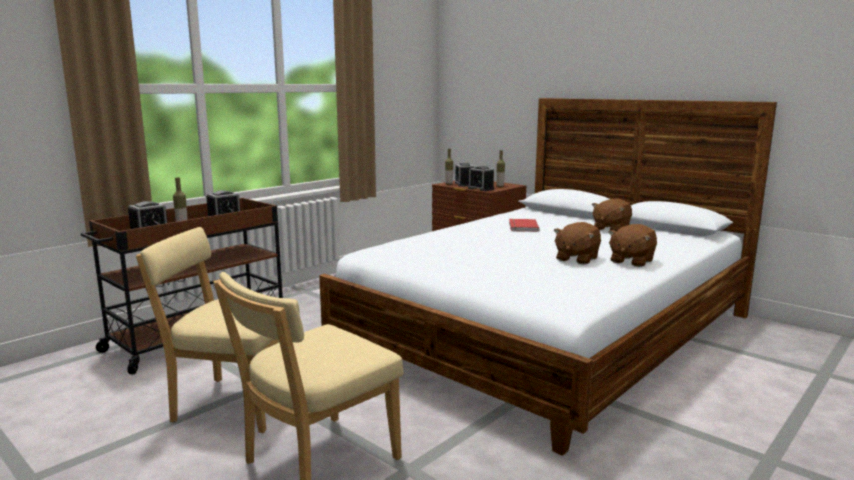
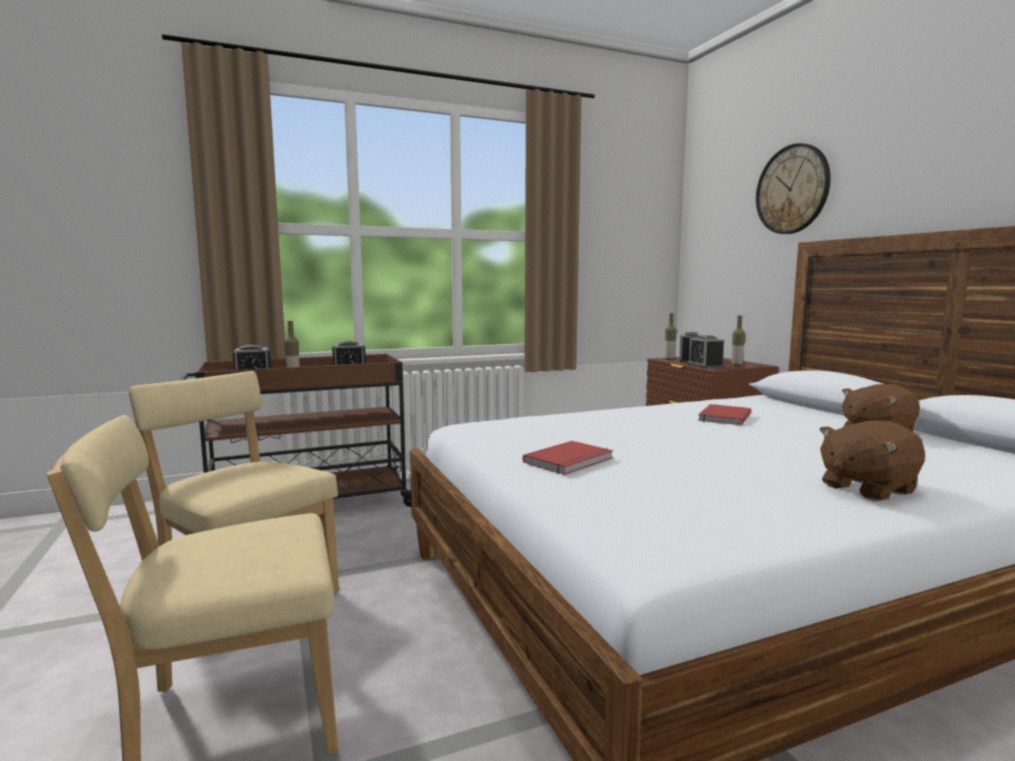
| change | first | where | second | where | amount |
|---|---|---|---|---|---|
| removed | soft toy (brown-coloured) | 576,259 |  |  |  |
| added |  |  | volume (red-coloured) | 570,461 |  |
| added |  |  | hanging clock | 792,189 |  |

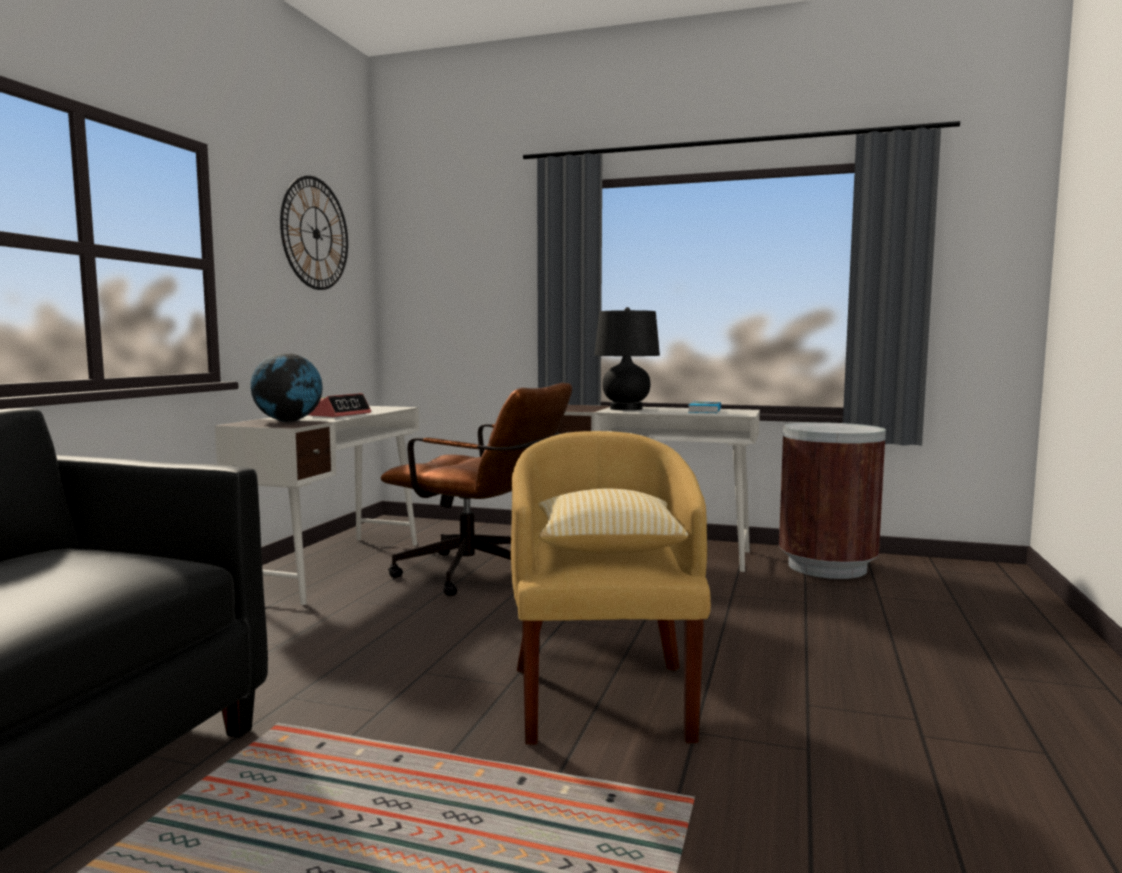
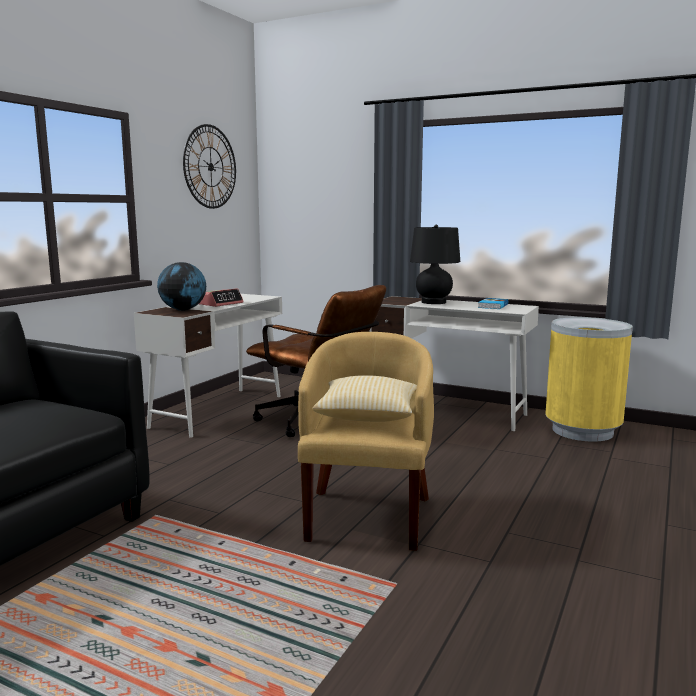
| change | first | where | second | where | amount |
|---|---|---|---|---|---|
| recoloured | rubbish bin (brown-coloured) | 827,567 | rubbish bin (yellow-coloured) | 582,431 |  |

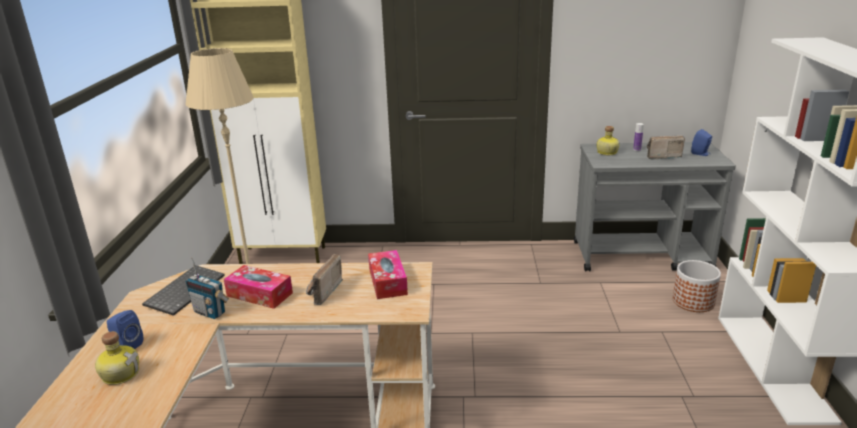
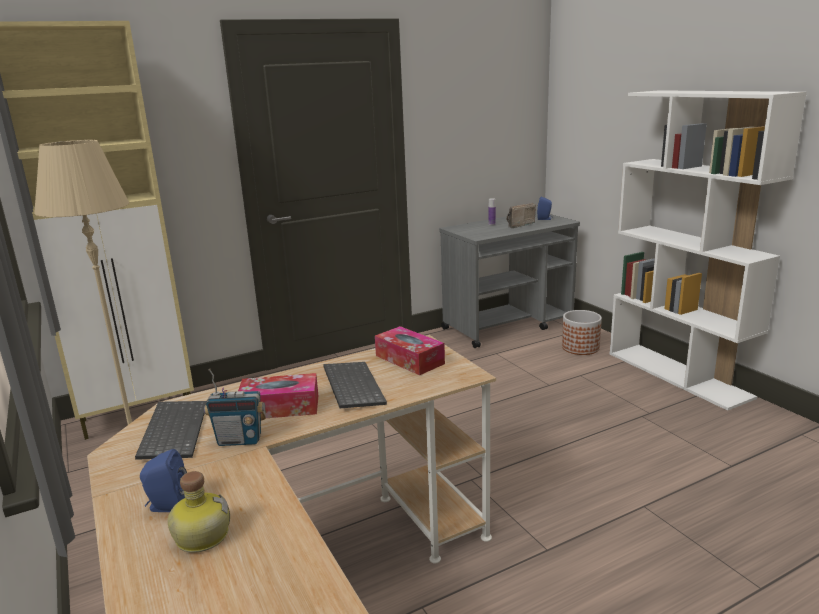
| change | first | where | second | where | amount |
|---|---|---|---|---|---|
| removed | beverage bottle | 606,152 |  |  |  |
| replaced | radio | 321,292 | computer keyboard | 351,386 |  |

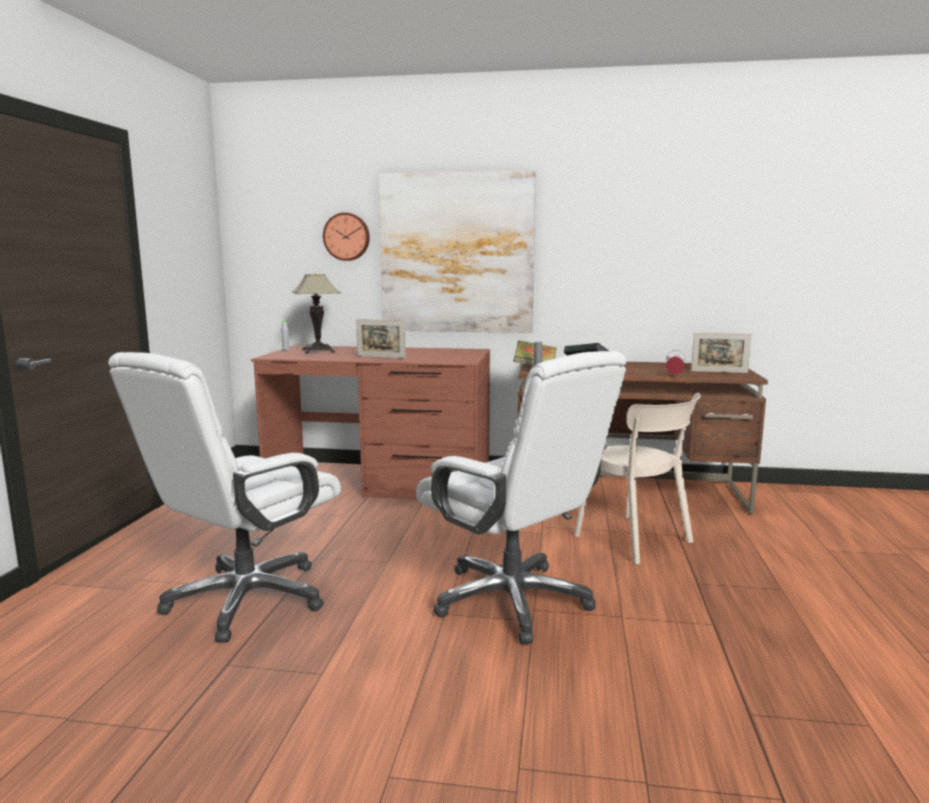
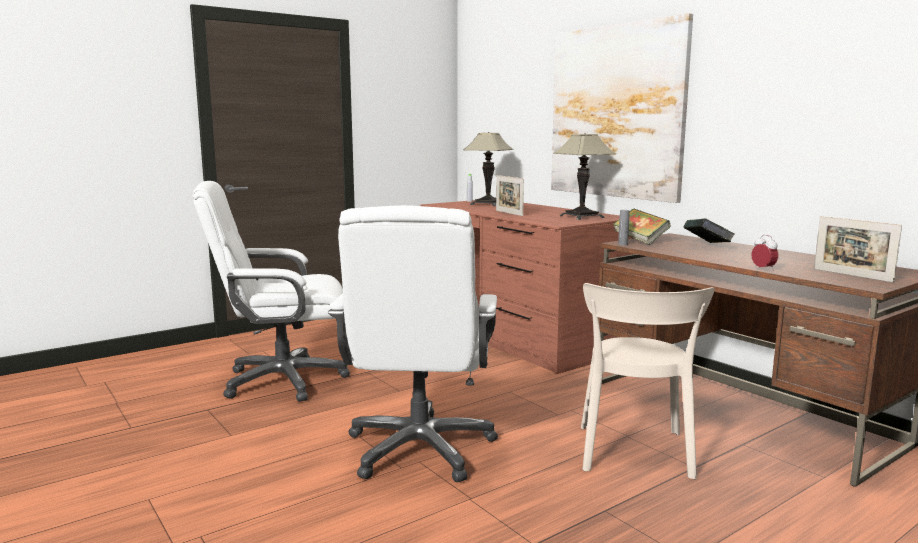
| change | first | where | second | where | amount |
|---|---|---|---|---|---|
| removed | hanging clock | 347,236 |  |  |  |
| added |  |  | table lamp | 581,216 |  |

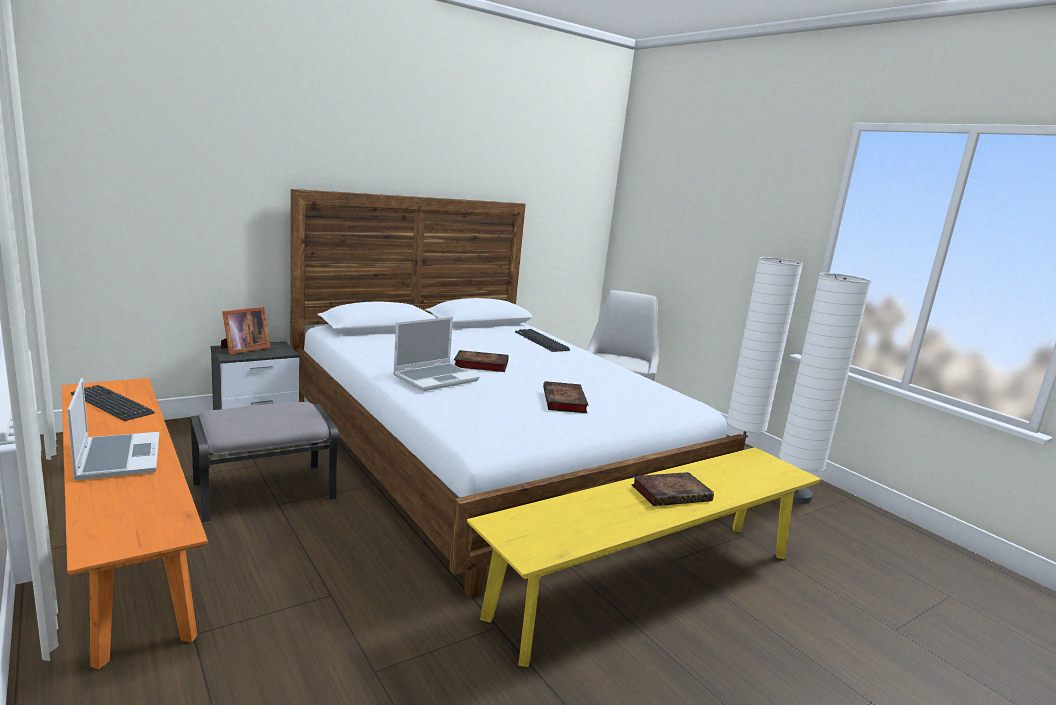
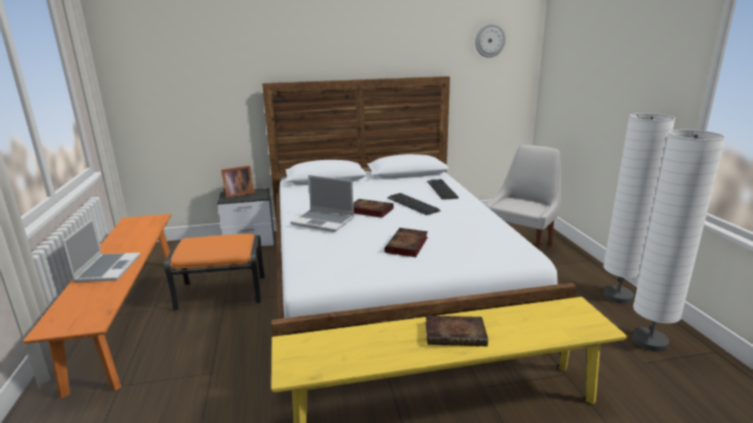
| change | first | where | second | where | amount |
|---|---|---|---|---|---|
| added |  |  | hanging clock | 490,40 |  |
| moved | computer keyboard | 112,404 |  | 412,204 |  |
| recoloured | ottoman (grey) | 265,491 | ottoman (orange-coloured) | 222,292 |  |
| turned | portable computer | 436,378 |  | 324,221 | 45 degrees clockwise |

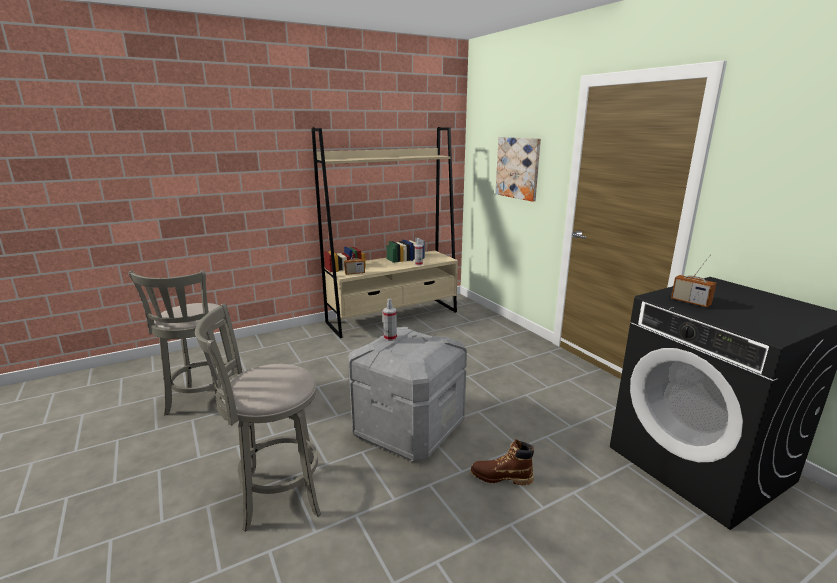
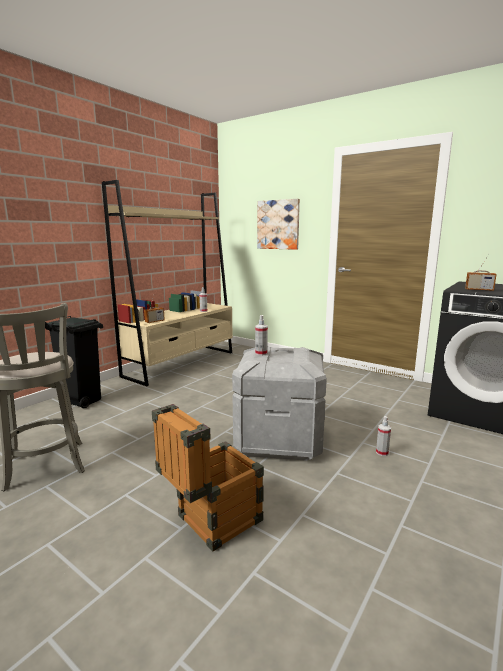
| change | first | where | second | where | amount |
|---|---|---|---|---|---|
| added |  |  | rubbish bin (black) | 81,401 |  |
| replaced | stool (grey) | 276,494 | packing crate | 210,522 |  |
| replaced | tall boot (brown-coloured) | 501,477 | spray bottle | 382,452 |  |

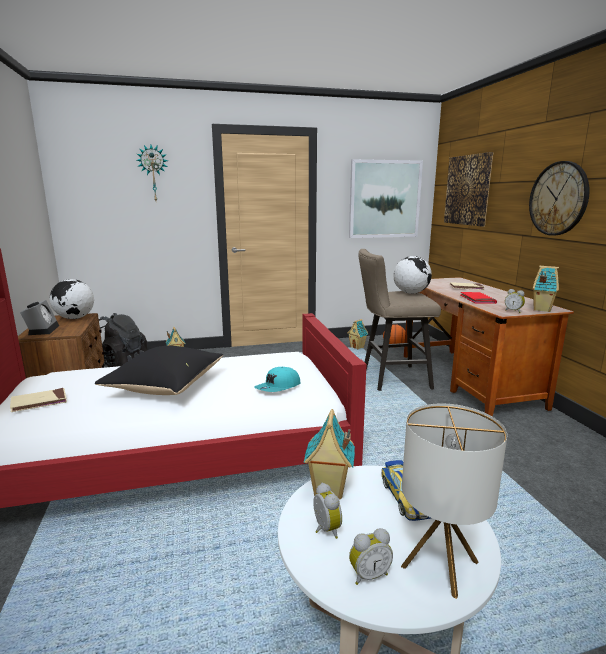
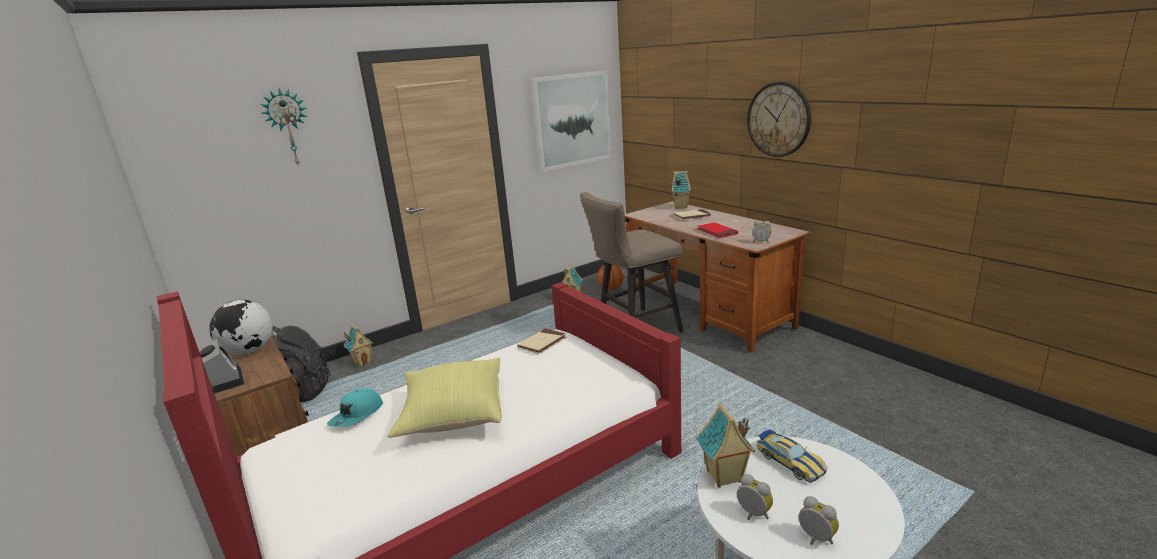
| change | first | where | second | where | amount |
|---|---|---|---|---|---|
| removed | globe | 411,293 |  |  |  |
| removed | table lamp | 439,563 |  |  |  |
| removed | wall picture | 468,190 |  |  |  |
| moved | volume (beige-coloured) | 39,402 |  | 542,343 |  |
| moved | baseball cap (blue-green) | 278,387 |  | 357,415 |  |
| moved | miniature house | 541,309 |  | 680,207 |  |
| recoloured | throw pillow (black) | 165,386 | throw pillow (yellow-coloured) | 453,414 |  |
| turned | table clock | 368,574 |  | 815,539 | 90 degrees counterclockwise |

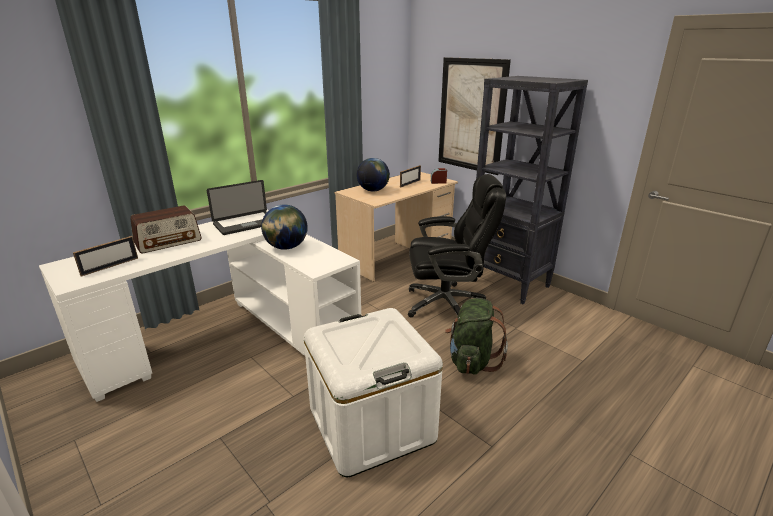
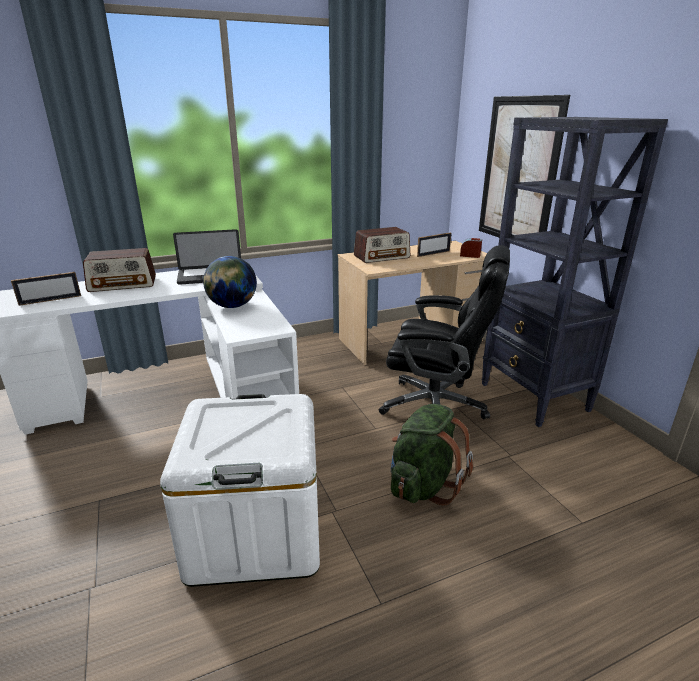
| change | first | where | second | where | amount |
|---|---|---|---|---|---|
| replaced | globe | 373,190 | radio | 382,257 |  |

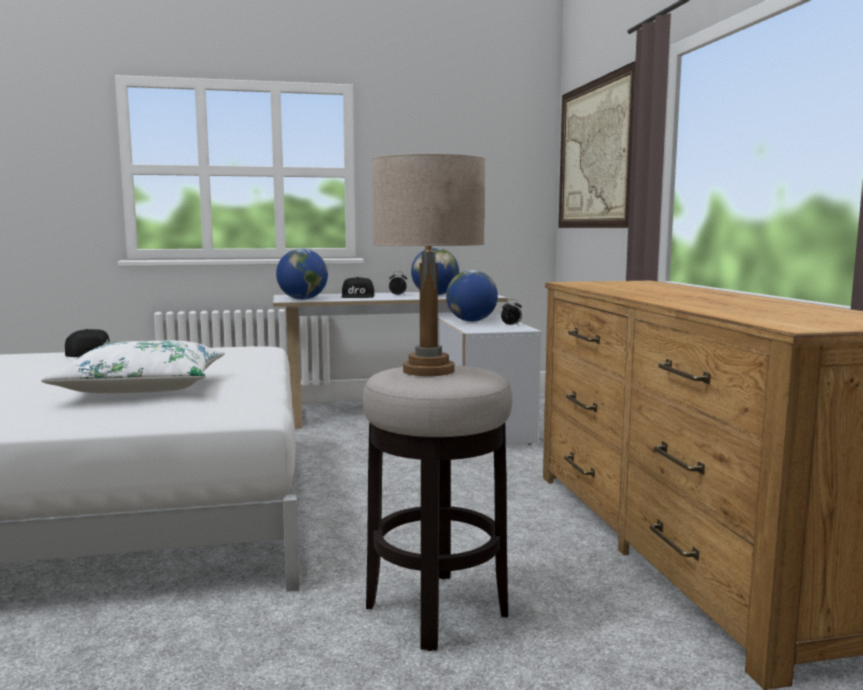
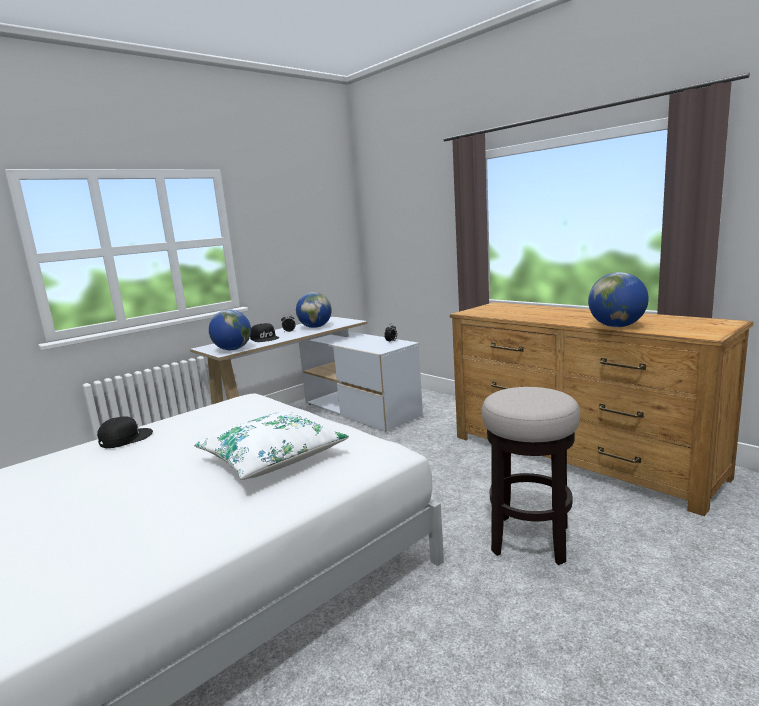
| change | first | where | second | where | amount |
|---|---|---|---|---|---|
| removed | table lamp (beige-coloured) | 428,371 |  |  |  |
| removed | wall picture | 595,155 |  |  |  |
| moved | globe | 471,321 |  | 616,326 |  |

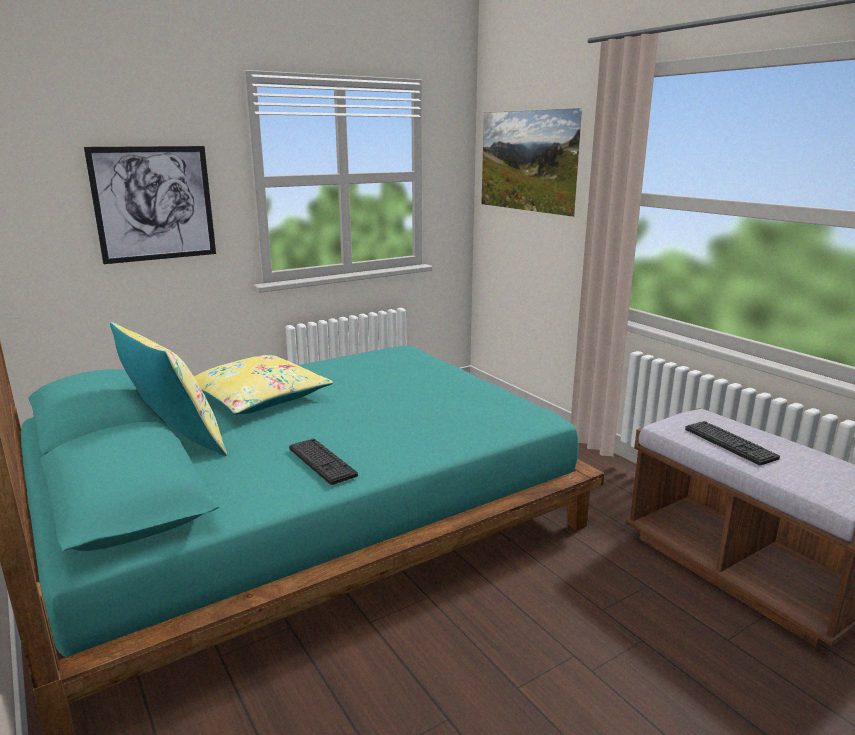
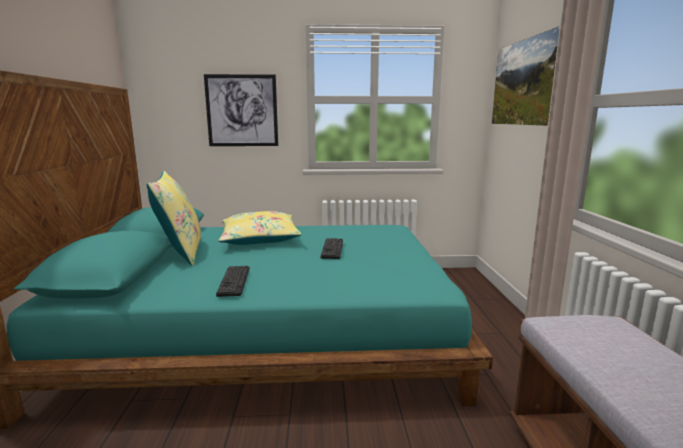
| change | first | where | second | where | amount |
|---|---|---|---|---|---|
| moved | computer keyboard | 730,443 |  | 332,249 |  |

